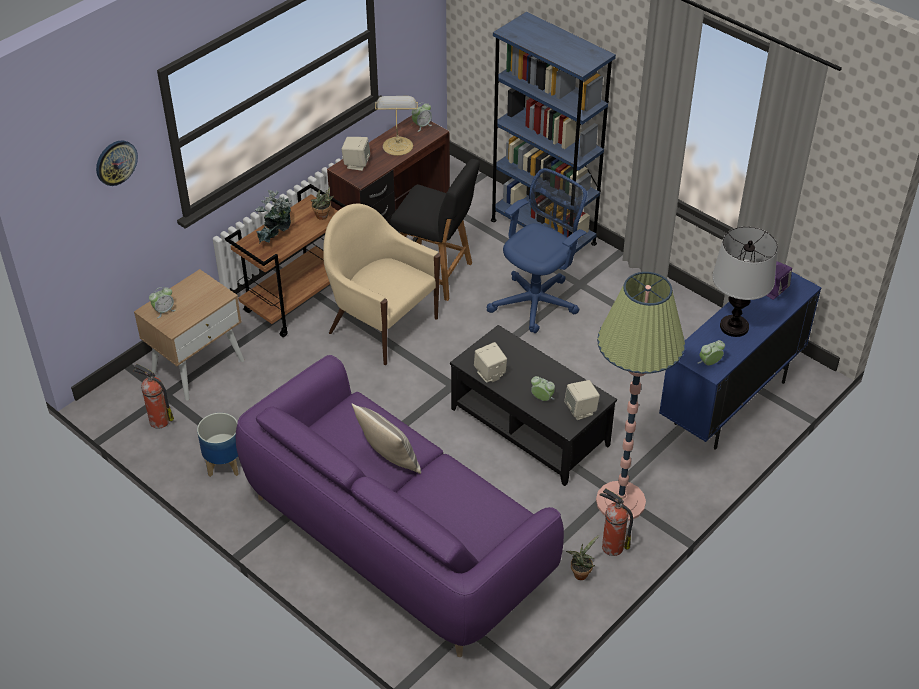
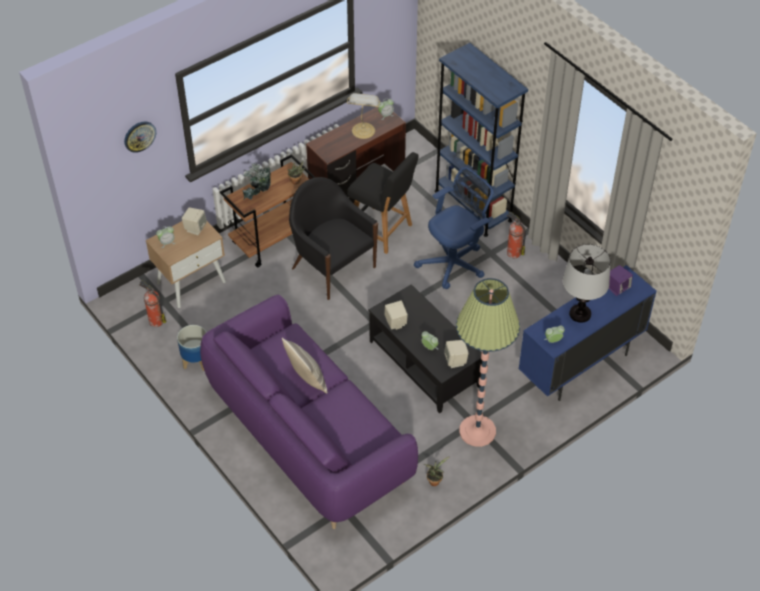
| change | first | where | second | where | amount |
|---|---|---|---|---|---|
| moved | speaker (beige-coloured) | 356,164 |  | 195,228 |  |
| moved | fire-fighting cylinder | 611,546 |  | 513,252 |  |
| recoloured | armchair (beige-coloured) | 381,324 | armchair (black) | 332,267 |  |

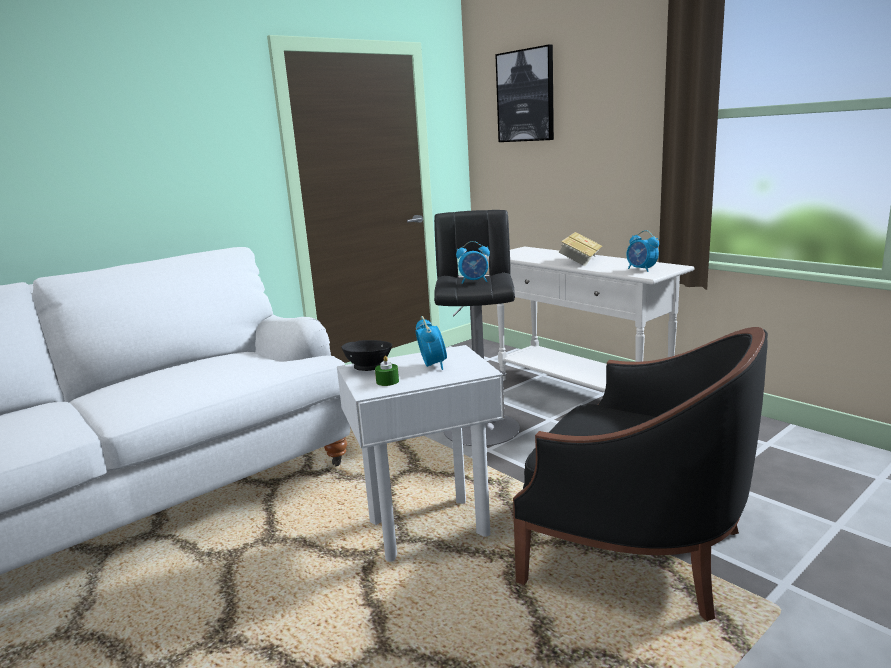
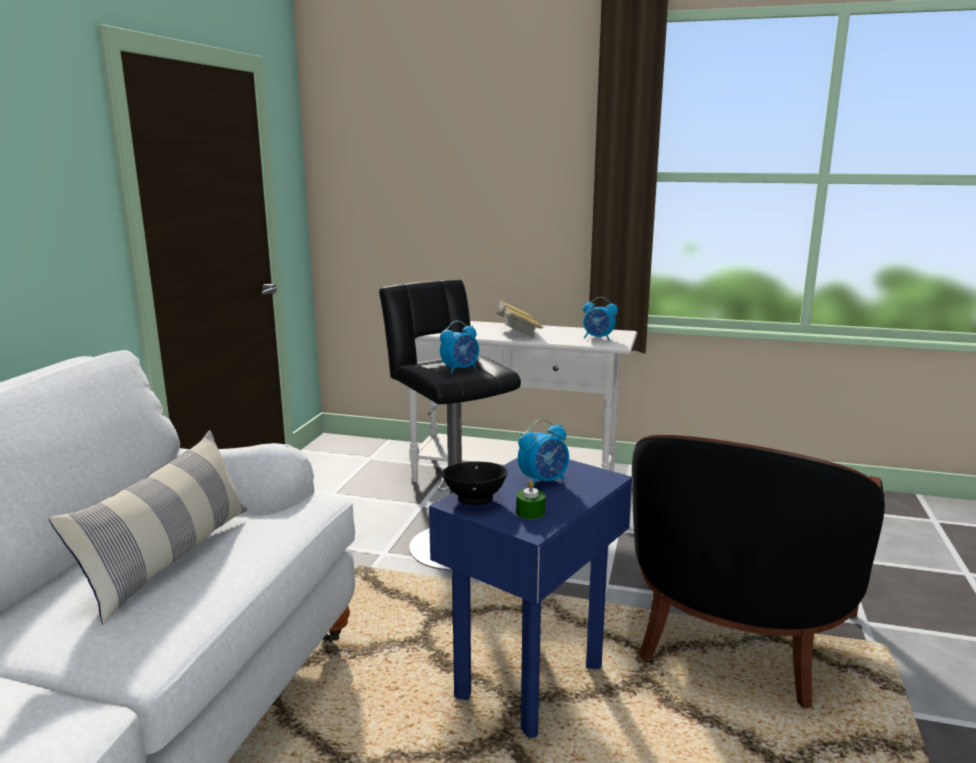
| change | first | where | second | where | amount |
|---|---|---|---|---|---|
| removed | wall picture | 526,96 |  |  |  |
| added |  |  | throw pillow | 171,558 |  |
| recoloured | side table (white) | 429,529 | side table (blue-coloured) | 531,682 |  |
| turned | table clock | 432,365 |  | 544,481 | 105 degrees clockwise |
| turned | armchair (black) | 635,549 |  | 736,631 | 120 degrees clockwise |

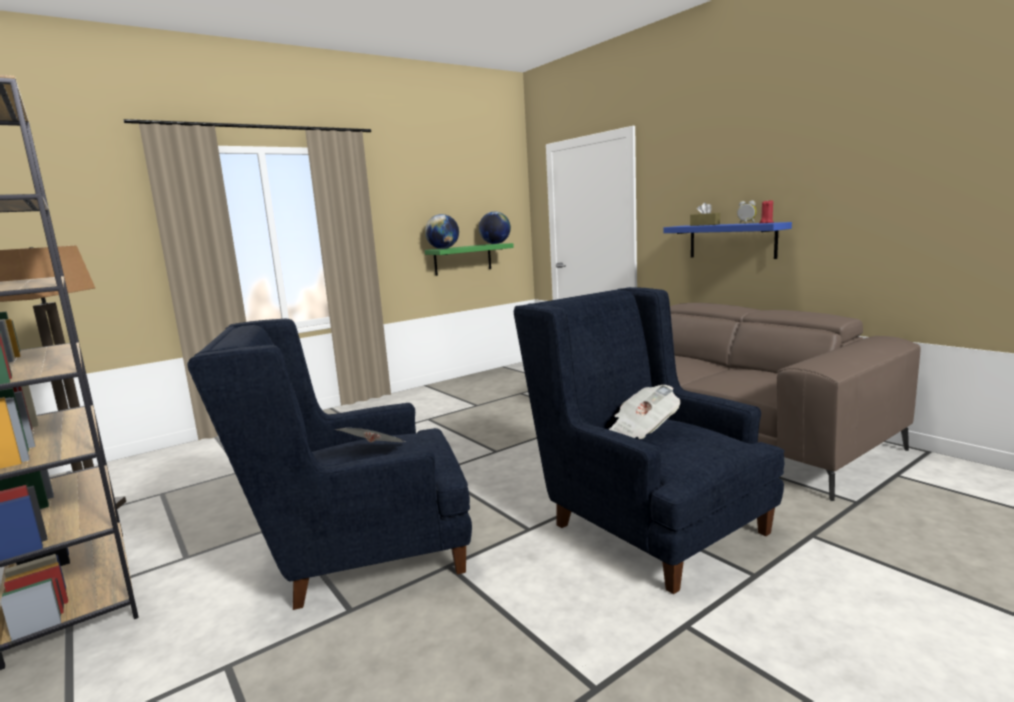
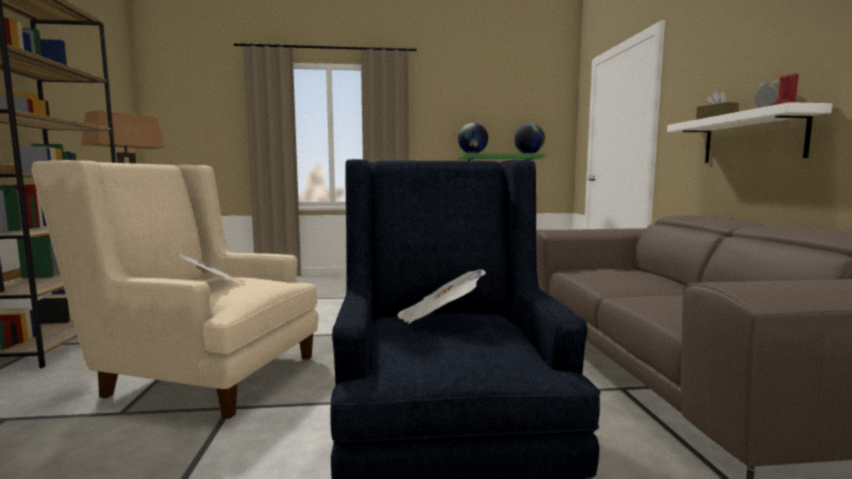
| change | first | where | second | where | amount |
|---|---|---|---|---|---|
| recoloured | armchair (blue-coloured) | 358,552 | armchair (beige-coloured) | 201,373 |  |
| recoloured | bracket shelf (blue-coloured) | 732,241 | bracket shelf (white) | 752,138 |  |

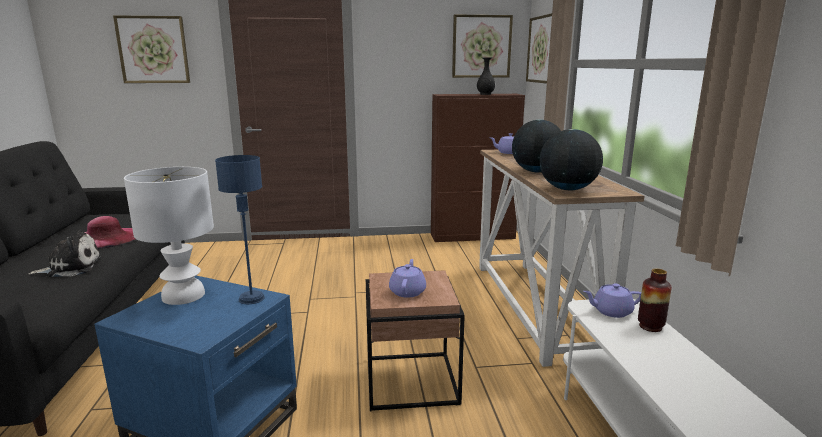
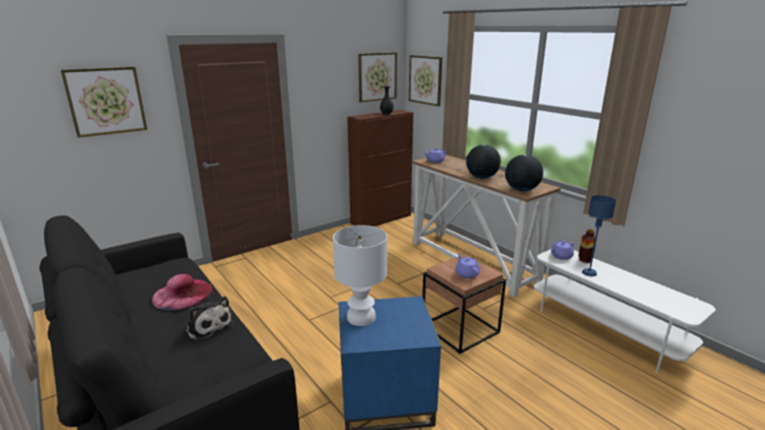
| change | first | where | second | where | amount |
|---|---|---|---|---|---|
| moved | table lamp (blue-coloured) | 251,298 |  | 589,273 |  |
| turned | soft toy | 71,268 |  | 208,326 | 90 degrees clockwise |

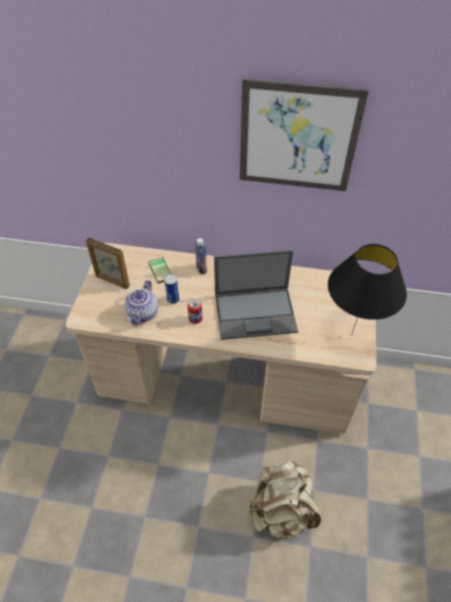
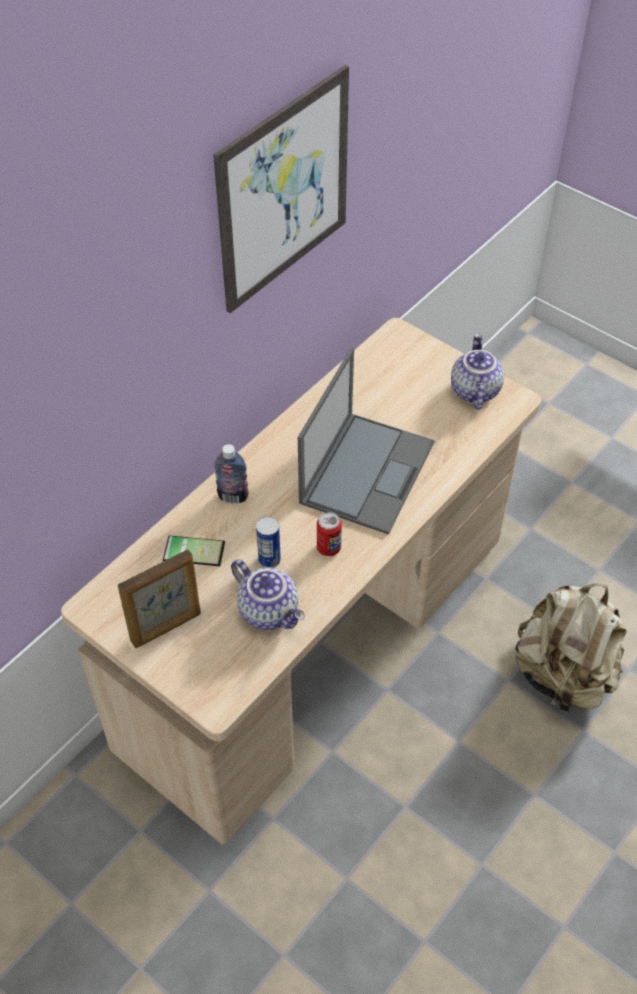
| change | first | where | second | where | amount |
|---|---|---|---|---|---|
| replaced | table lamp (black) | 351,334 | teapot | 473,390 |  |

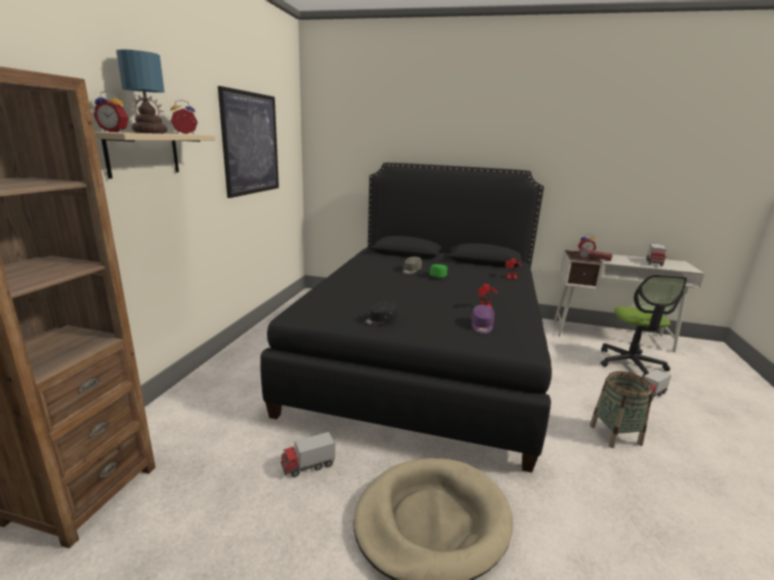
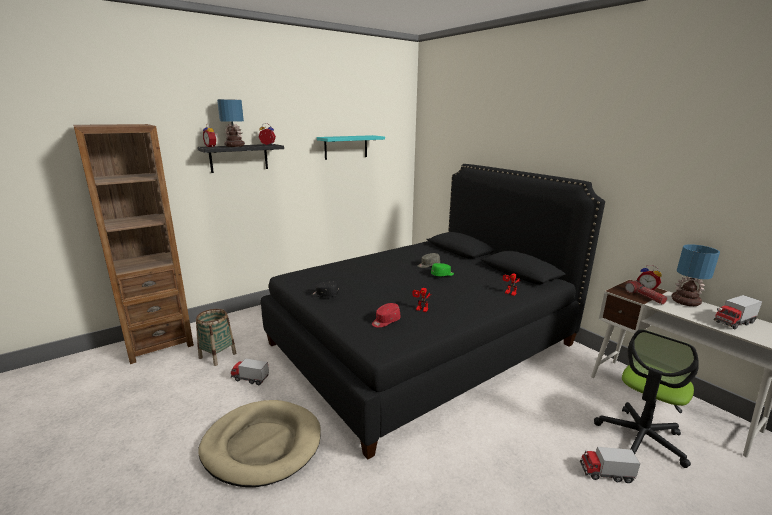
| change | first | where | second | where | amount |
|---|---|---|---|---|---|
| added |  |  | table lamp | 686,302 |  |
| moved | basket | 615,435 |  | 217,356 |  |
| replaced | wall picture | 251,144 | bracket shelf (blue-green) | 346,147 |  |
| recoloured | bracket shelf (beige-coloured) | 143,154 | bracket shelf (black) | 239,158 |  |
| recoloured | baseball cap (purple-coloured) | 481,326 | baseball cap (red-coloured) | 385,321 |  |

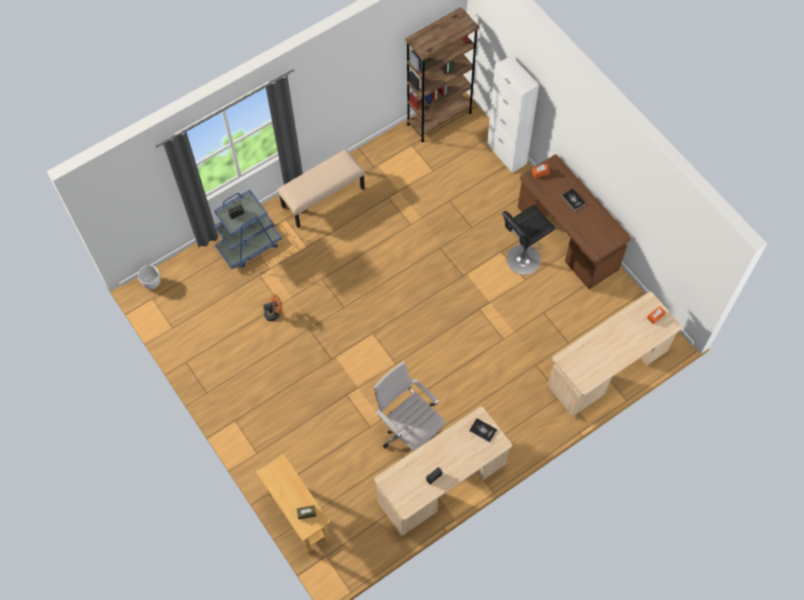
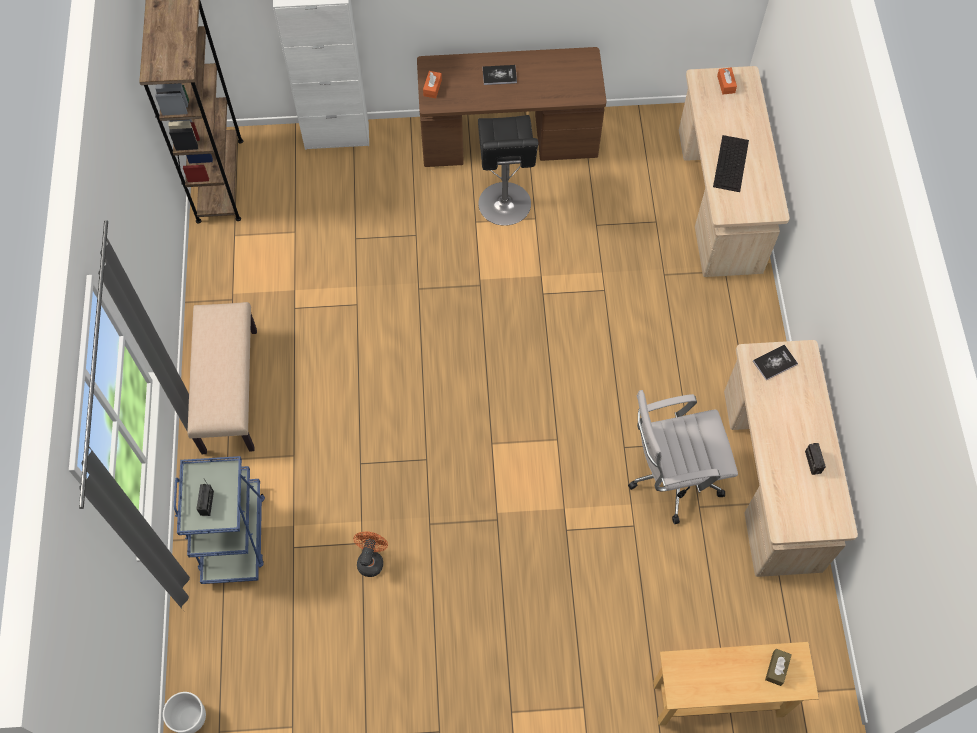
| change | first | where | second | where | amount |
|---|---|---|---|---|---|
| added |  |  | computer keyboard | 731,164 |  |

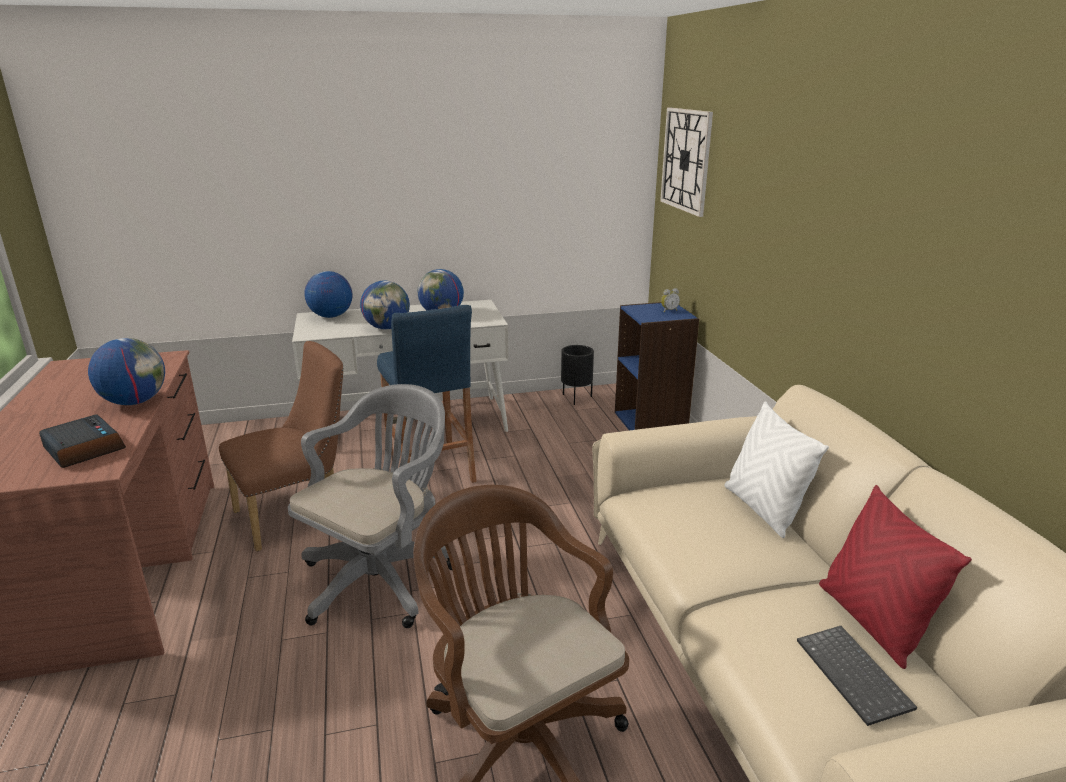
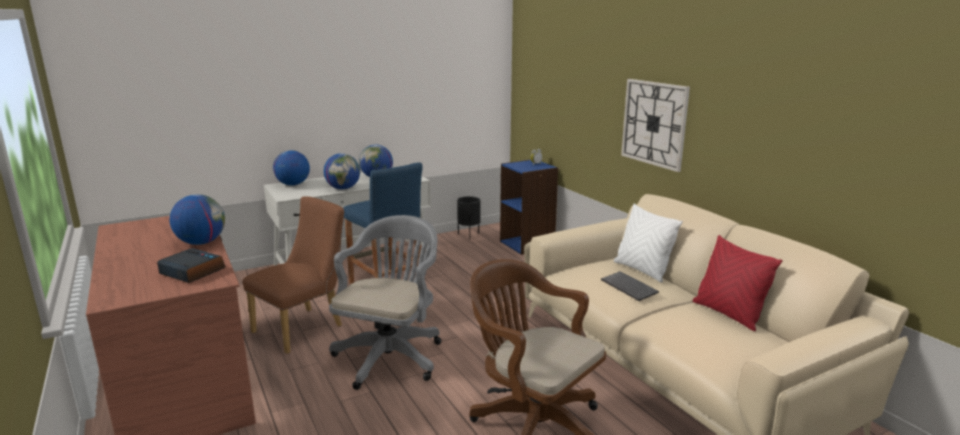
| change | first | where | second | where | amount |
|---|---|---|---|---|---|
| moved | hanging clock | 686,160 |  | 654,123 |  |
| moved | computer keyboard | 855,676 |  | 630,287 |  |

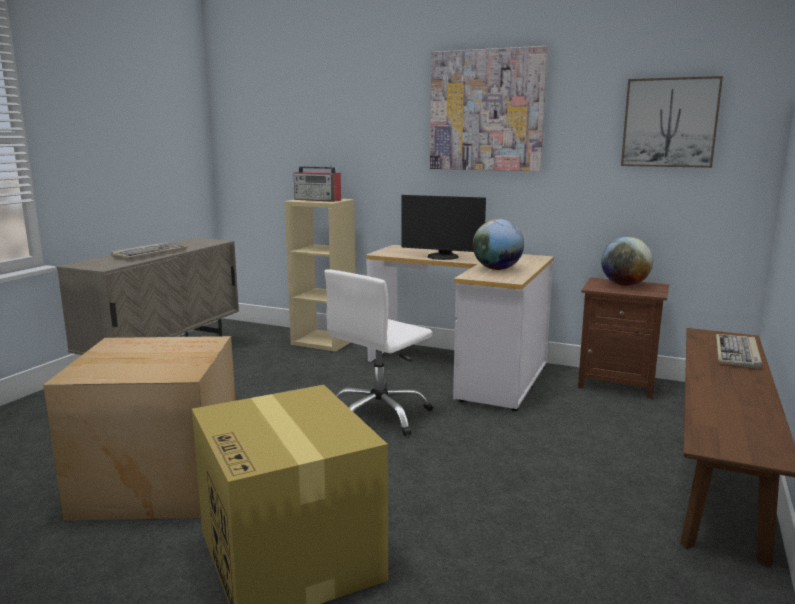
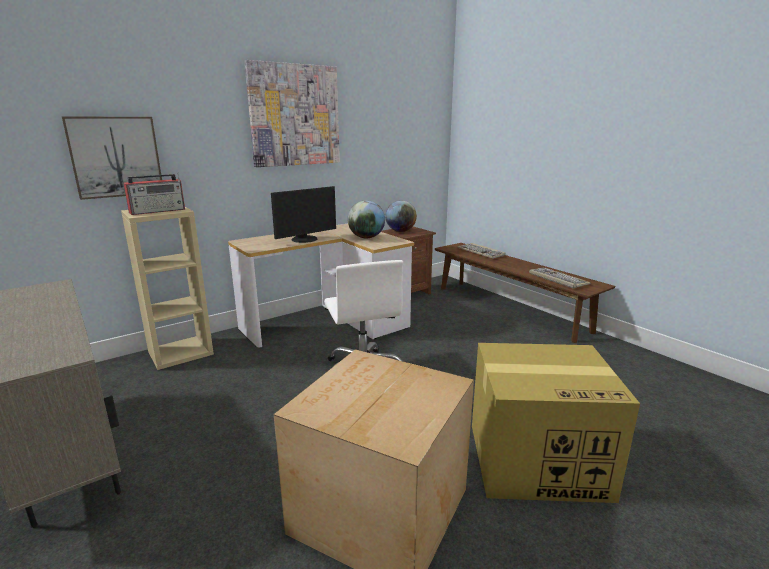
| change | first | where | second | where | amount |
|---|---|---|---|---|---|
| moved | computer keyboard | 150,254 |  | 557,279 |  |
| moved | wall picture | 669,123 |  | 116,157 |  |

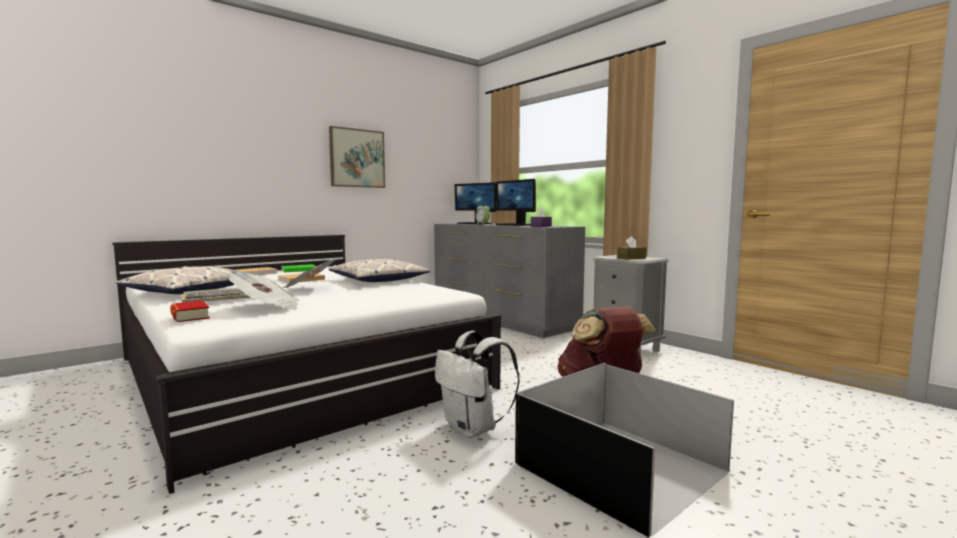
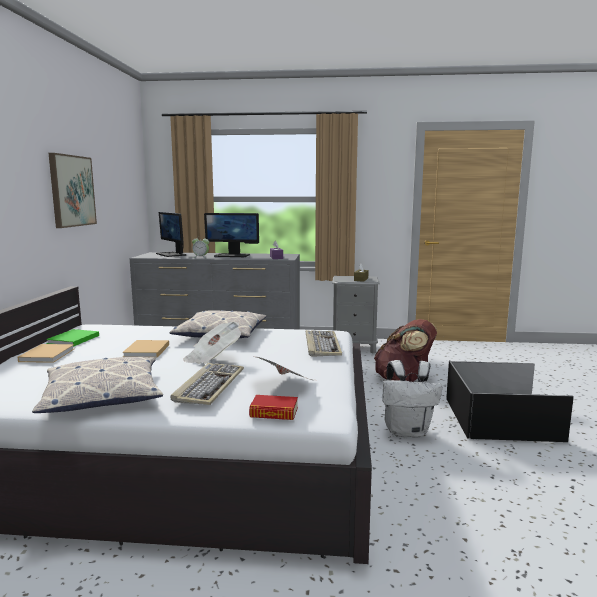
| change | first | where | second | where | amount |
|---|---|---|---|---|---|
| added |  |  | computer keyboard | 321,345 |  |
| turned | computer screen | 475,223 |  | 171,254 | 60 degrees clockwise |

